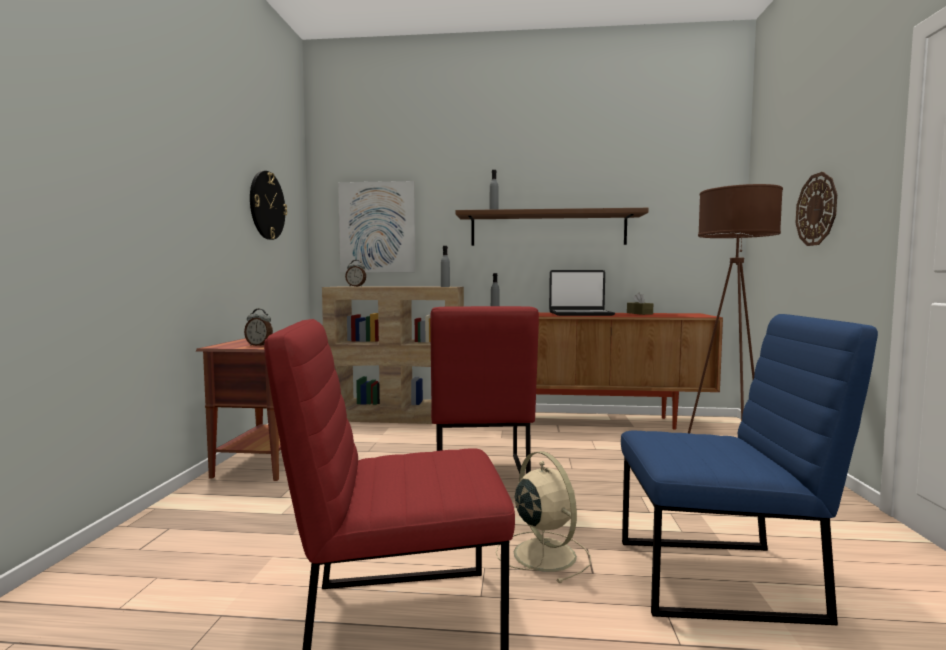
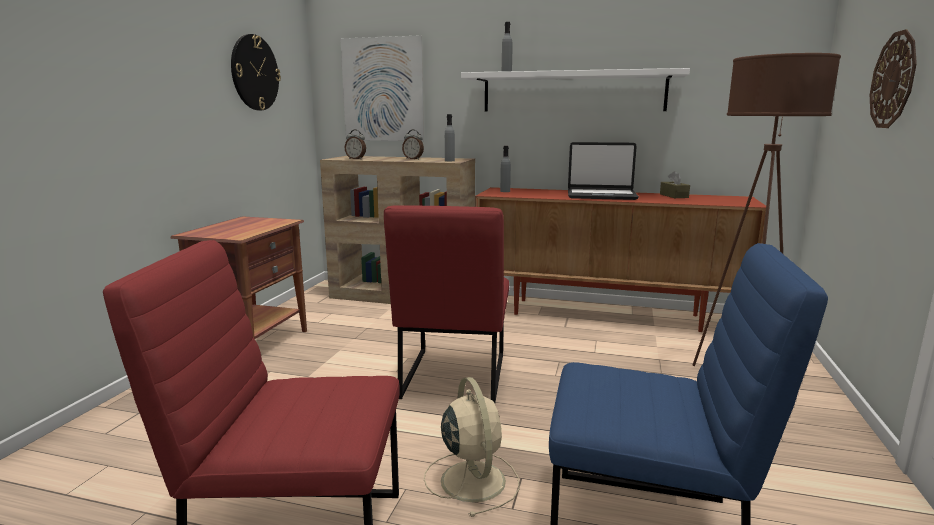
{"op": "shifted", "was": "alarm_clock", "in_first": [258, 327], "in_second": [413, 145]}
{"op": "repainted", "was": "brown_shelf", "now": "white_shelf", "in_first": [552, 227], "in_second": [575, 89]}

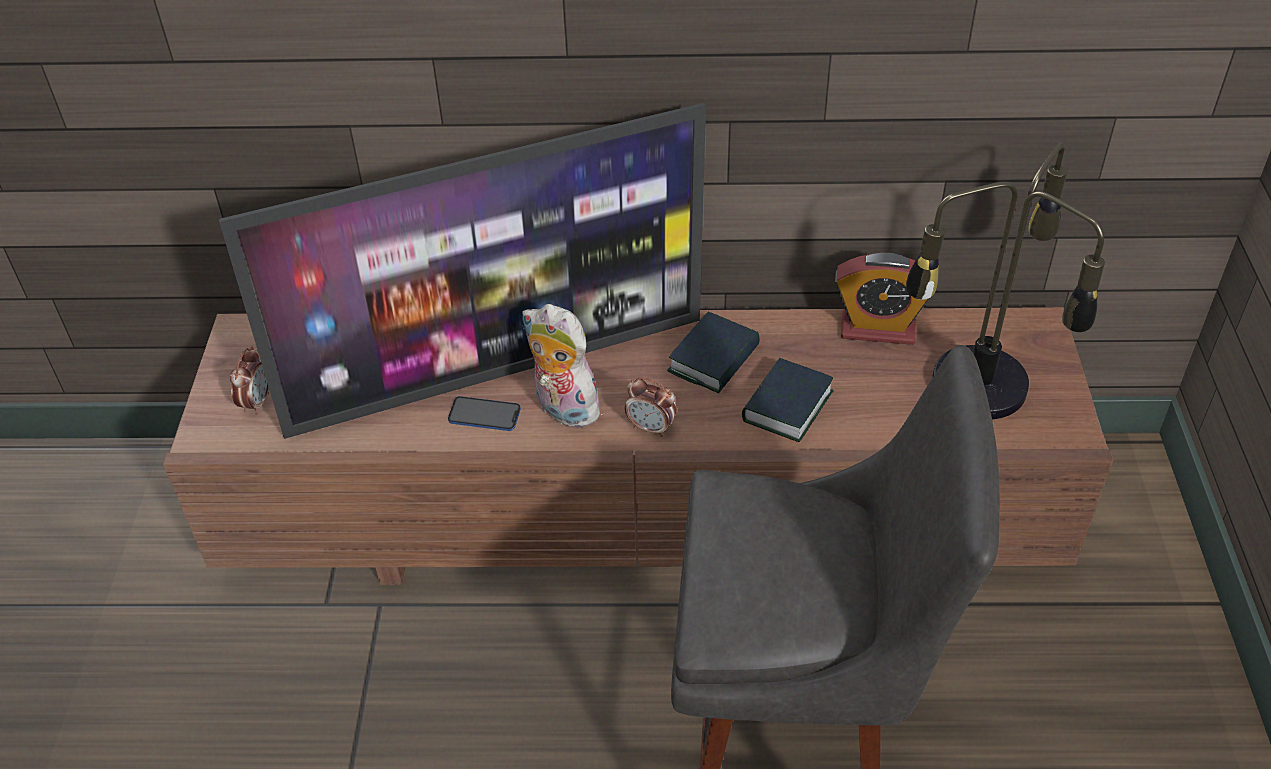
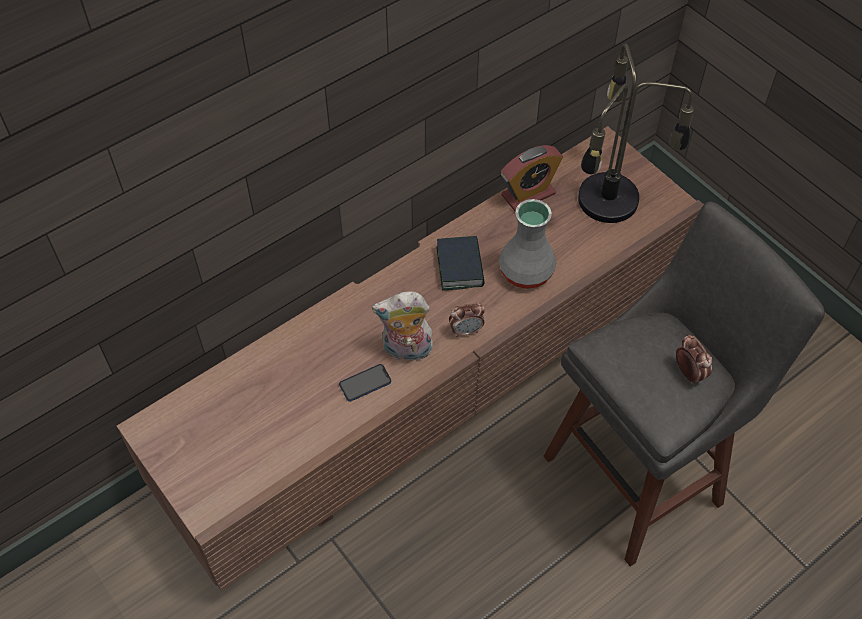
{"op": "gone", "was": "television", "in_first": [462, 271]}
{"op": "shifted", "was": "alarm_clock", "in_first": [249, 380], "in_second": [694, 359]}
{"op": "swapped", "was": "book", "now": "grey_vase", "in_first": [788, 400], "in_second": [527, 244]}

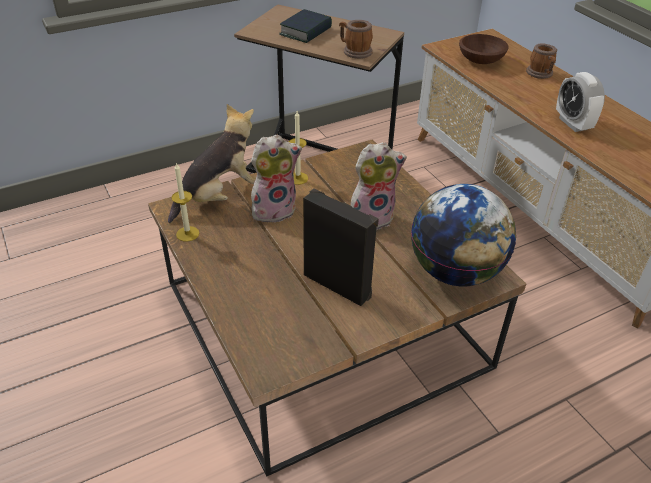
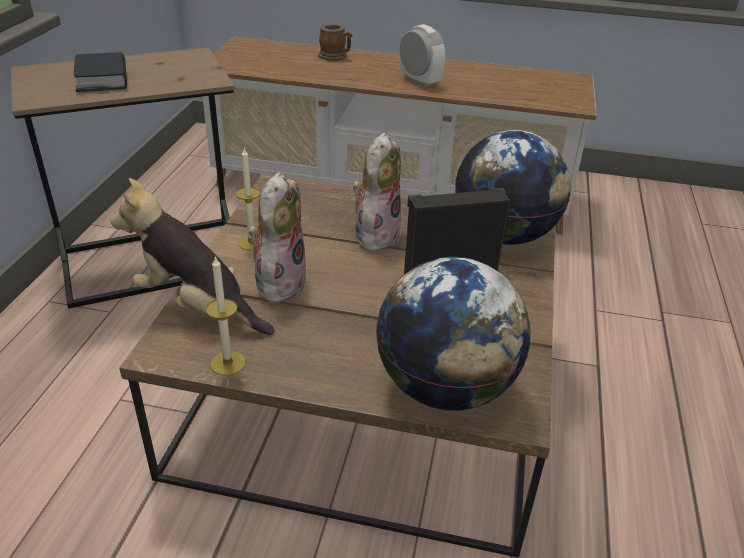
{"op": "gone", "was": "mug", "in_first": [356, 39]}
{"op": "gone", "was": "brown_bowl", "in_first": [484, 49]}
{"op": "new", "now": "globe", "in_second": [453, 334]}
{"op": "rotated", "was": "plush_toy", "in_first": [212, 163], "in_second": [192, 256], "clockwise": -60}
{"op": "rotated", "was": "alarm_clock", "in_first": [580, 102], "in_second": [422, 56], "clockwise": -150}

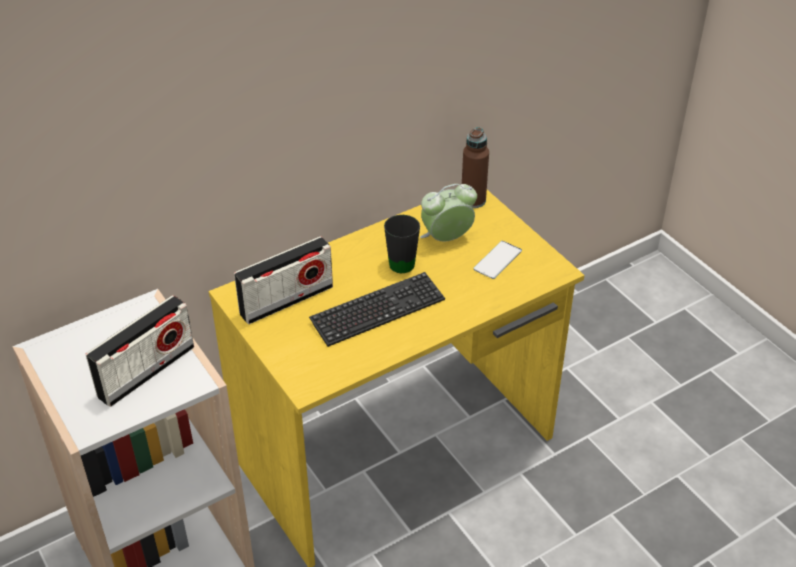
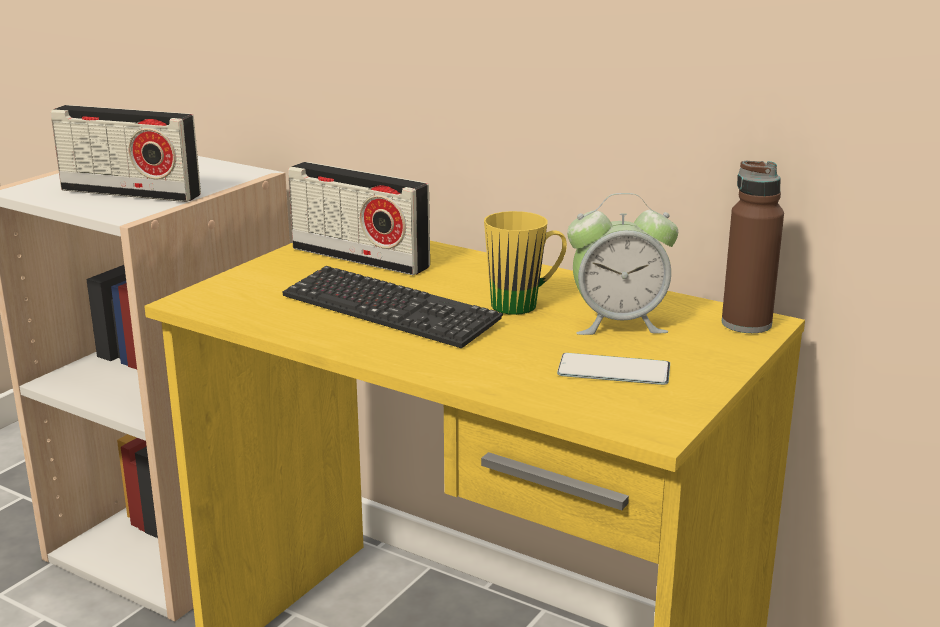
{"op": "repainted", "was": "black_mug", "now": "yellow_mug", "in_first": [402, 244], "in_second": [525, 263]}
{"op": "rotated", "was": "alarm_clock", "in_first": [448, 212], "in_second": [622, 264], "clockwise": 135}

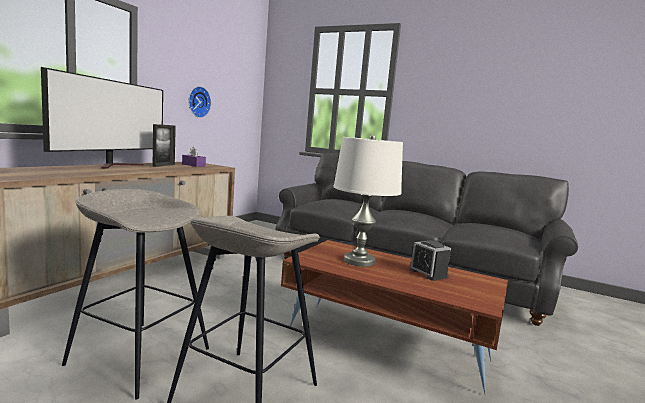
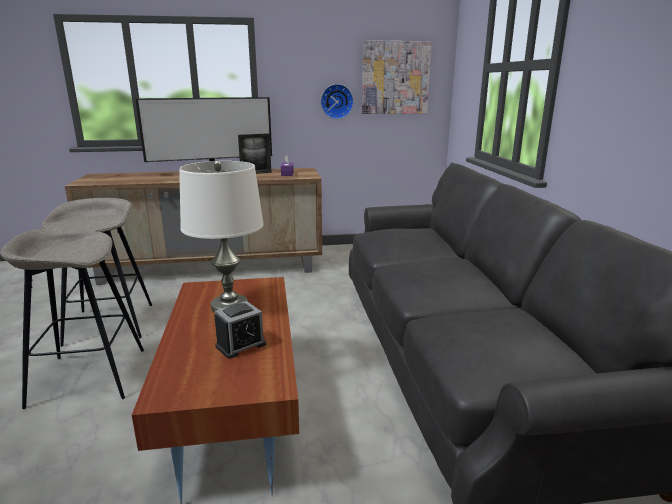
{"op": "new", "now": "picture", "in_second": [397, 77]}
{"op": "rotated", "was": "alarm_clock", "in_first": [430, 261], "in_second": [240, 330], "clockwise": -150}

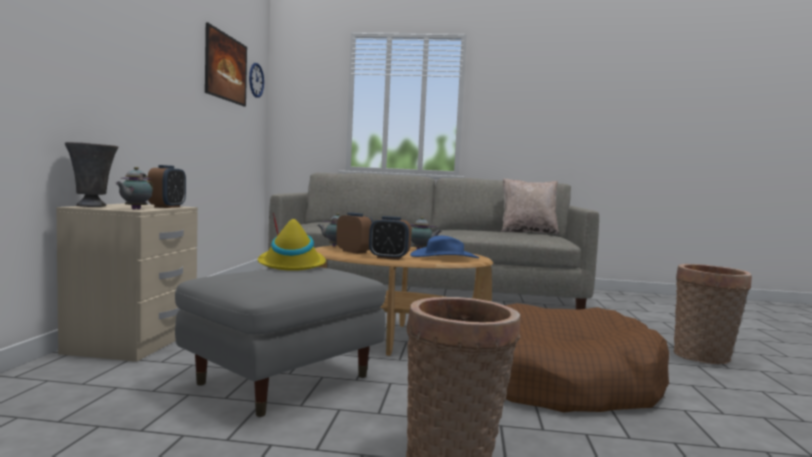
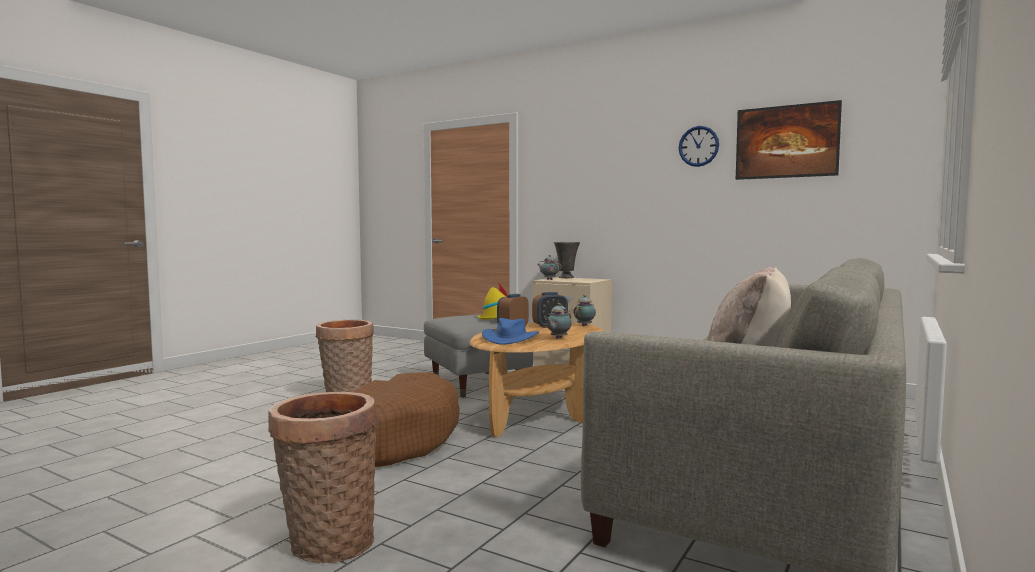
{"op": "gone", "was": "alarm_clock", "in_first": [166, 186]}
{"op": "shifted", "was": "wall_clock", "in_first": [256, 80], "in_second": [699, 146]}

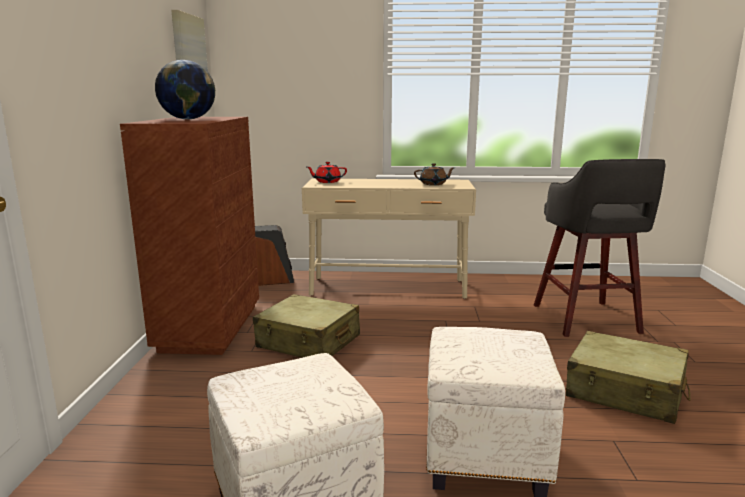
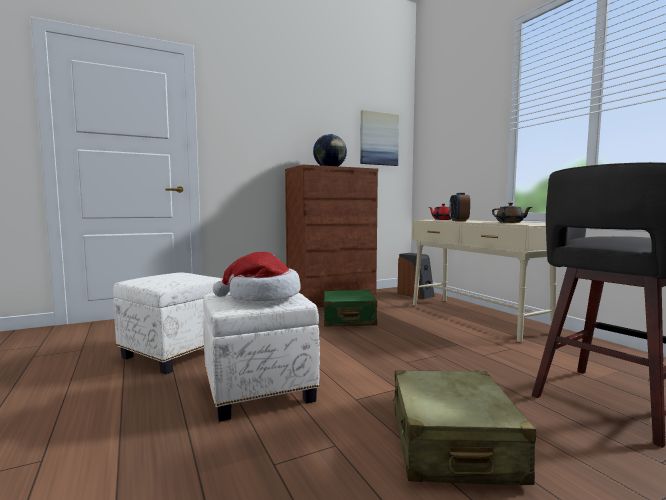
{"op": "new", "now": "hat", "in_second": [257, 276]}
{"op": "new", "now": "alarm_clock", "in_second": [459, 207]}
{"op": "repainted", "was": "beige_suitcase", "now": "green_suitcase", "in_first": [306, 326], "in_second": [349, 308]}

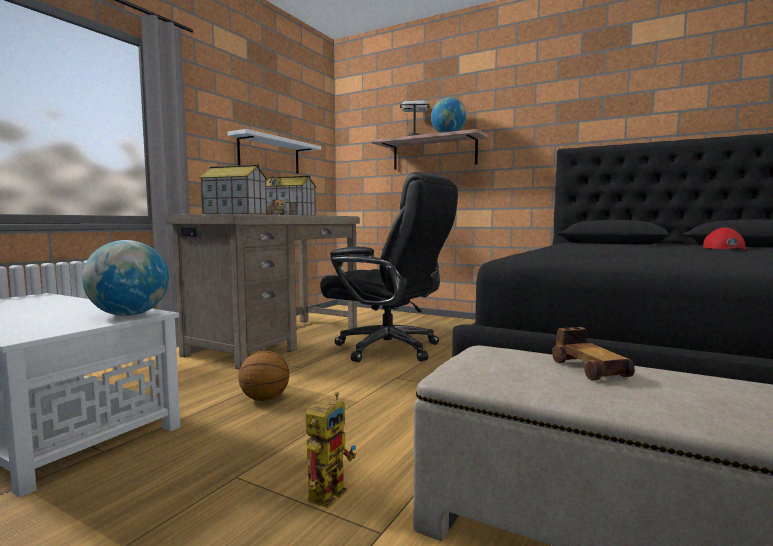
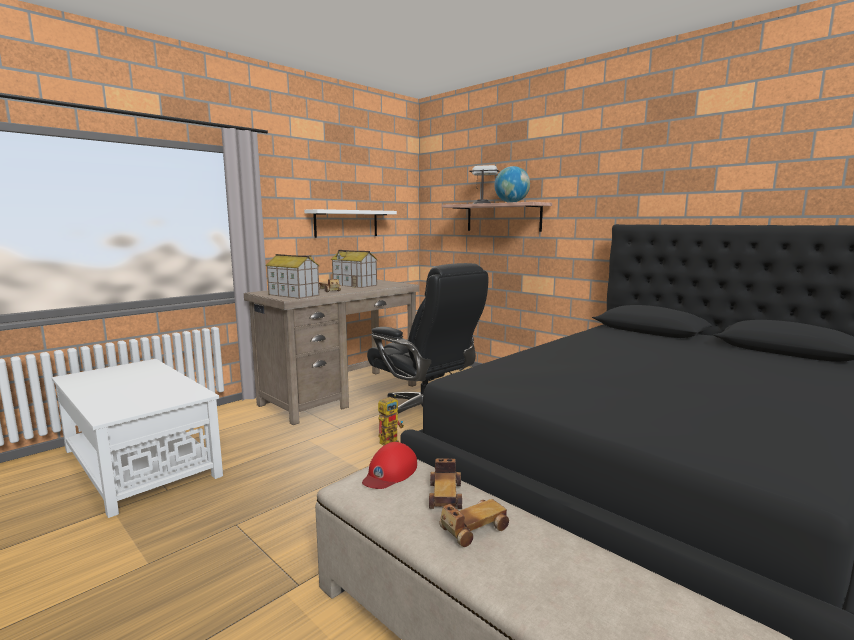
{"op": "gone", "was": "globe", "in_first": [125, 278]}
{"op": "gone", "was": "basketball", "in_first": [264, 376]}
{"op": "new", "now": "toy_car", "in_second": [474, 523]}
{"op": "shifted", "was": "toy_robot", "in_first": [331, 450], "in_second": [391, 420]}
{"op": "shifted", "was": "red_cap", "in_first": [725, 238], "in_second": [389, 465]}

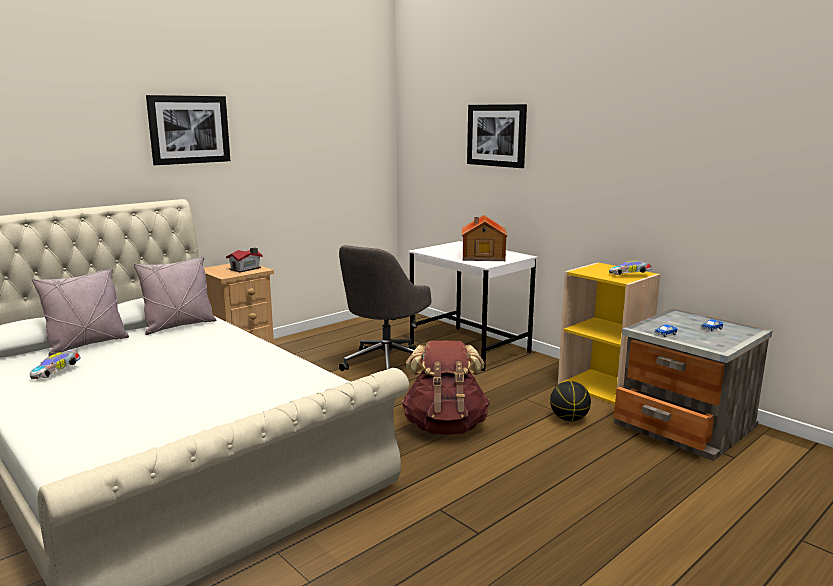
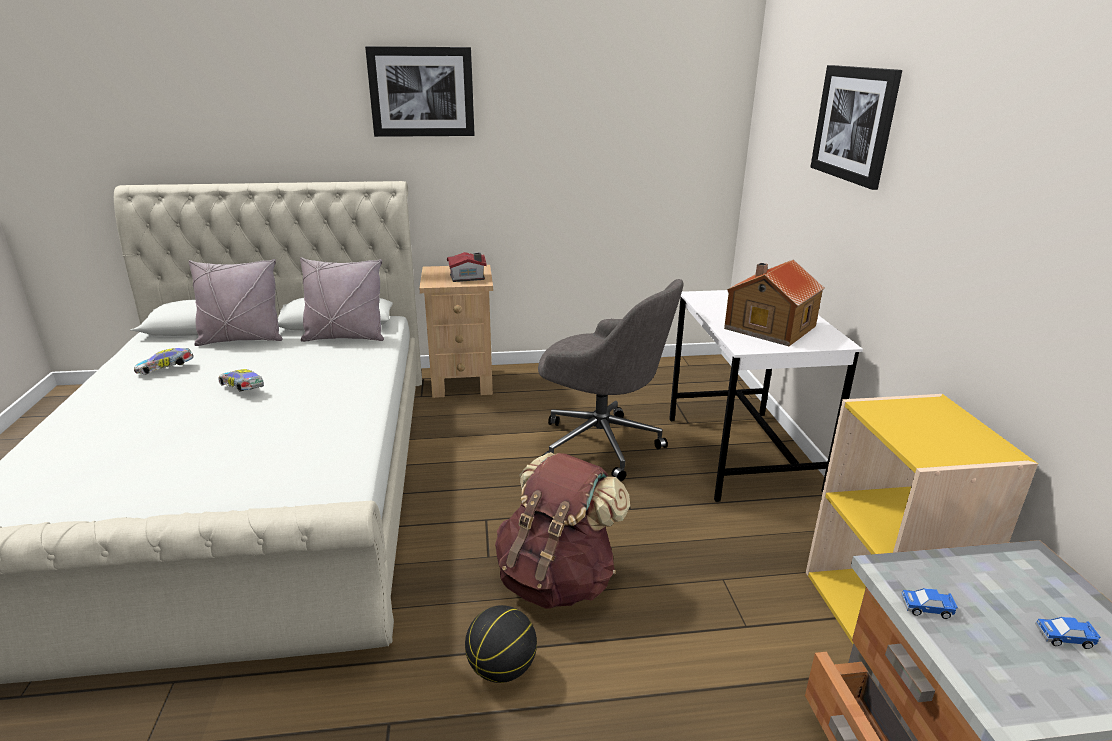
{"op": "shifted", "was": "basketball", "in_first": [570, 401], "in_second": [501, 644]}
{"op": "shifted", "was": "toy_car", "in_first": [630, 267], "in_second": [241, 380]}
{"op": "rotated", "was": "grey_office_chair", "in_first": [385, 308], "in_second": [610, 380], "clockwise": -120}

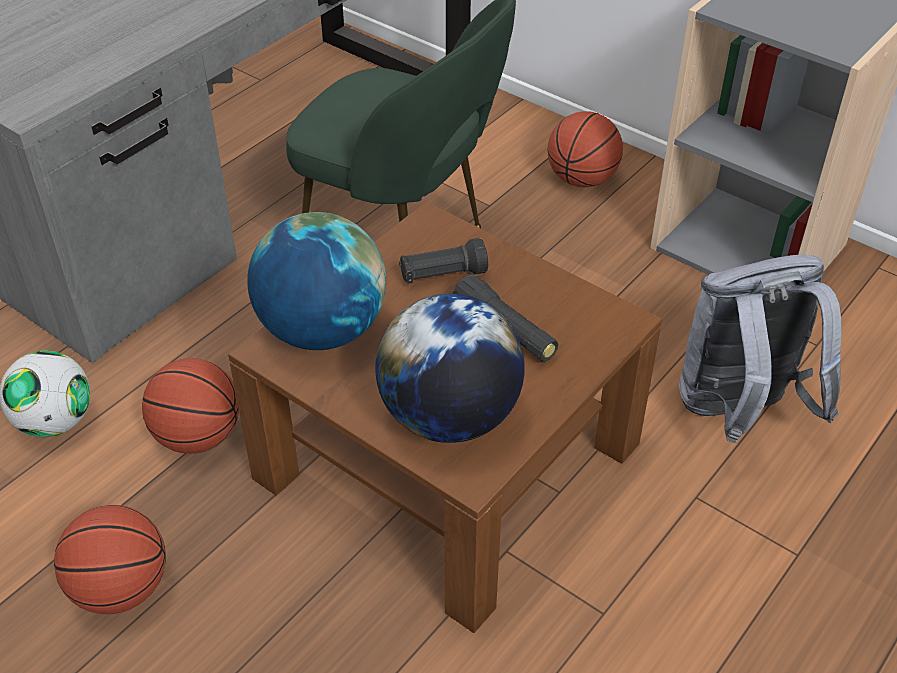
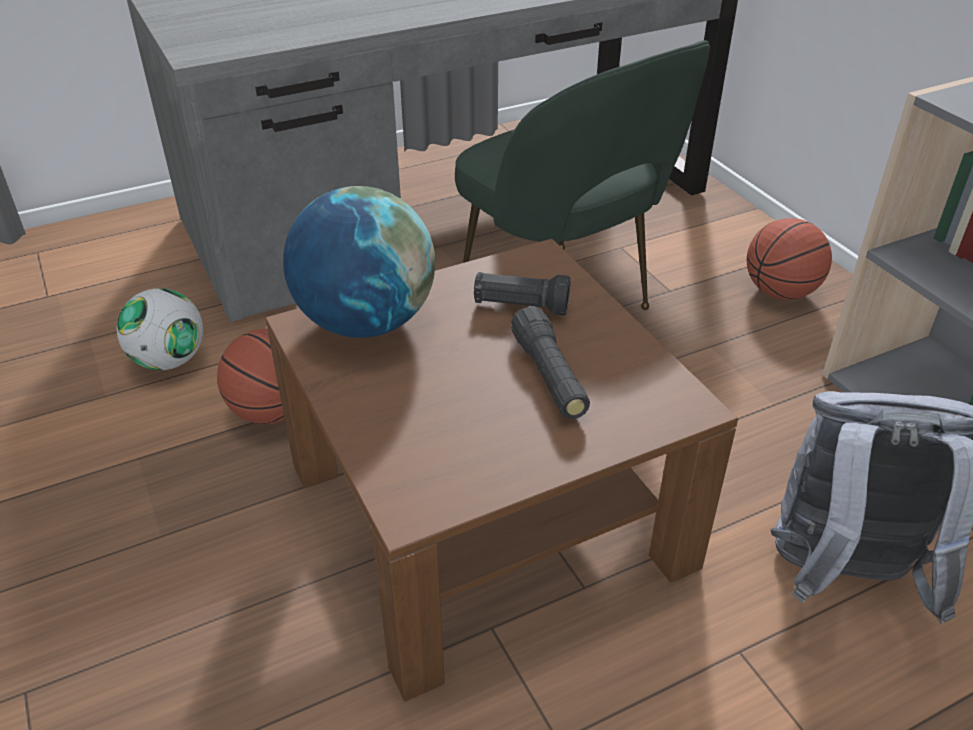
{"op": "gone", "was": "basketball", "in_first": [110, 559]}
{"op": "gone", "was": "globe", "in_first": [450, 368]}

